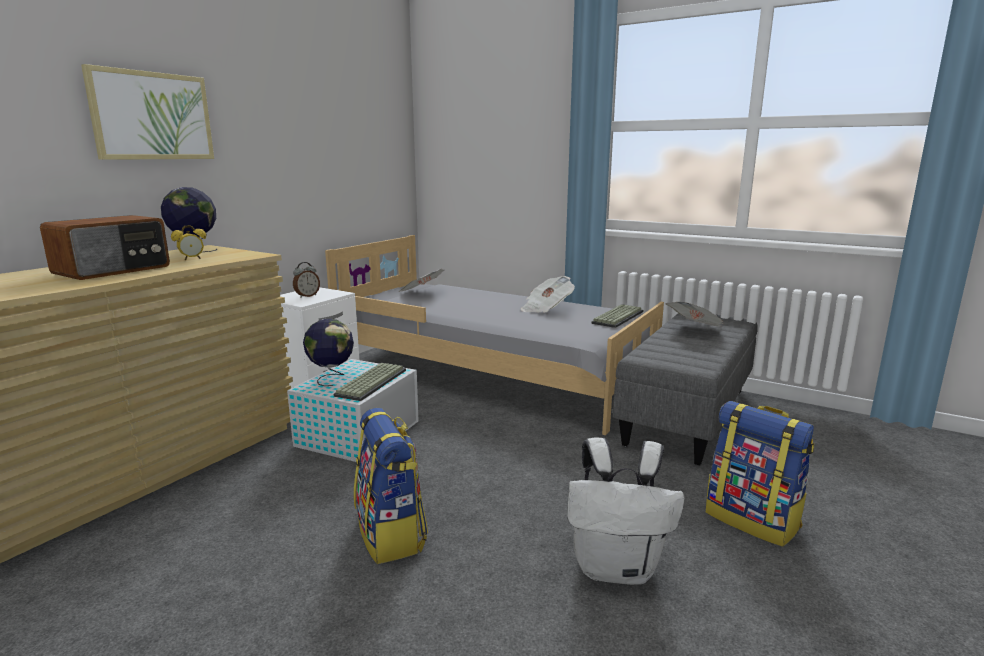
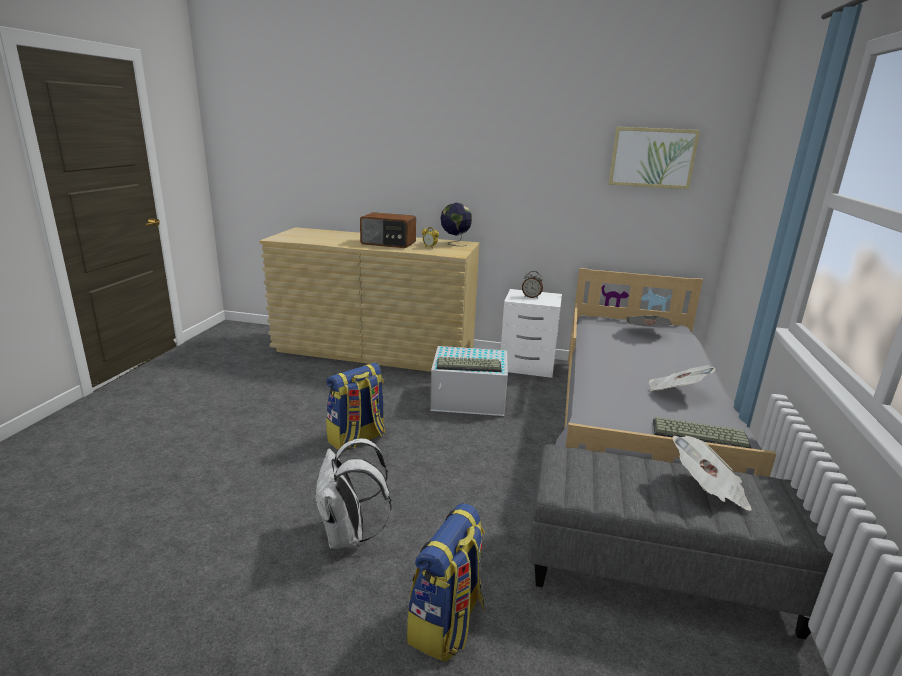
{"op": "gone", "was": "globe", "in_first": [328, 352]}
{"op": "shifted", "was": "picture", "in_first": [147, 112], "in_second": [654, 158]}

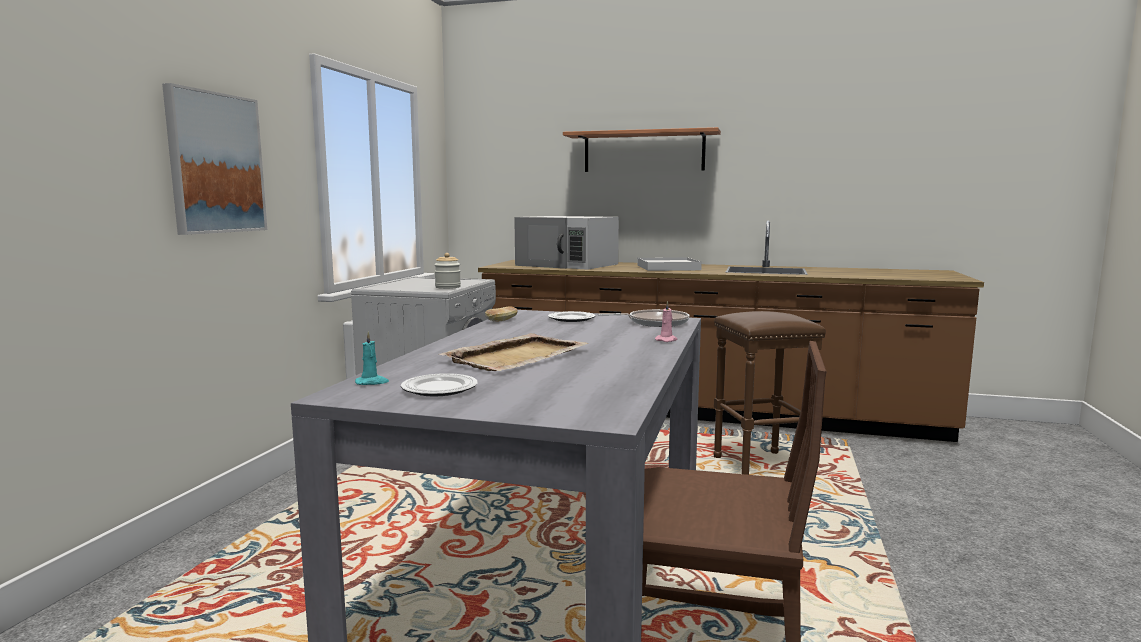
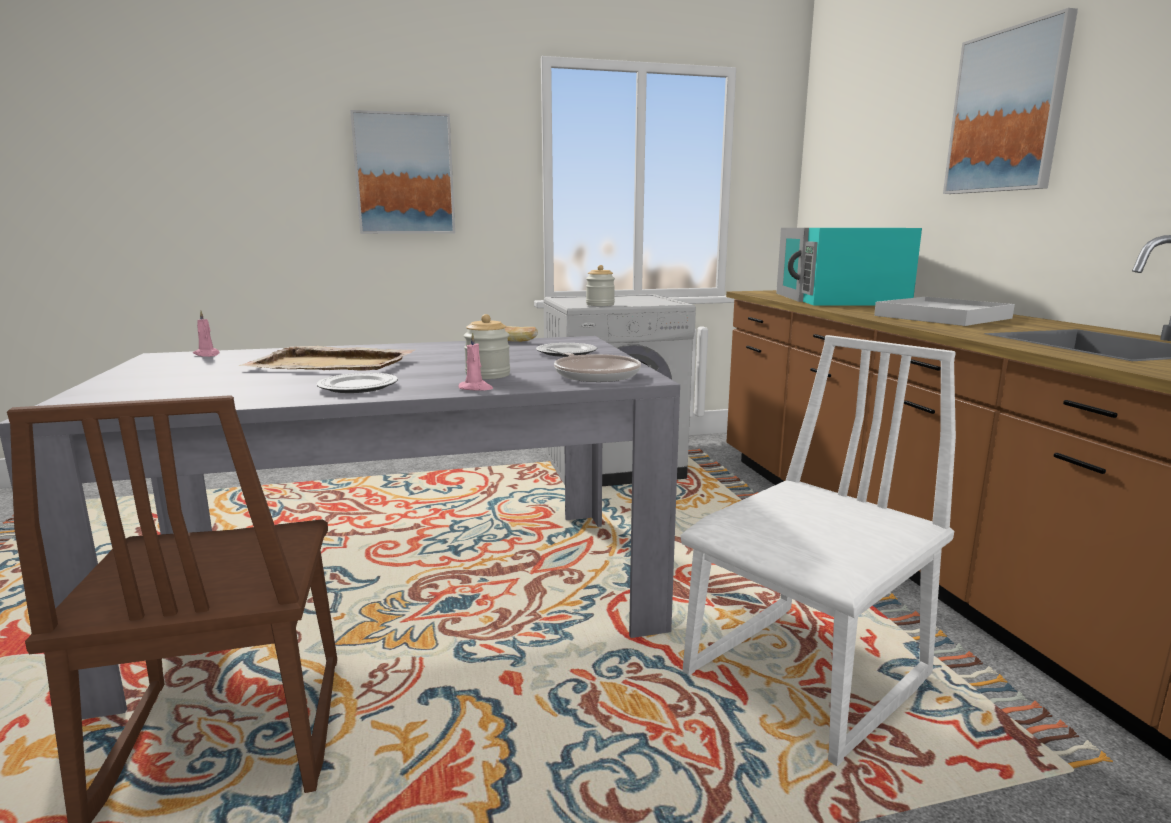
{"op": "new", "now": "jar", "in_second": [487, 346]}
{"op": "shifted", "was": "plate", "in_first": [439, 385], "in_second": [357, 383]}
{"op": "swapped", "was": "shelf", "now": "picture", "in_first": [642, 149], "in_second": [1010, 101]}
{"op": "swapped", "was": "brown_stool", "now": "white_chair", "in_first": [770, 393], "in_second": [818, 550]}
{"op": "repainted", "was": "turquoise_candle", "now": "pink_candle", "in_first": [372, 358], "in_second": [206, 334]}
{"op": "repainted", "was": "white_microwave", "now": "turquoise_microwave", "in_first": [566, 243], "in_second": [849, 267]}

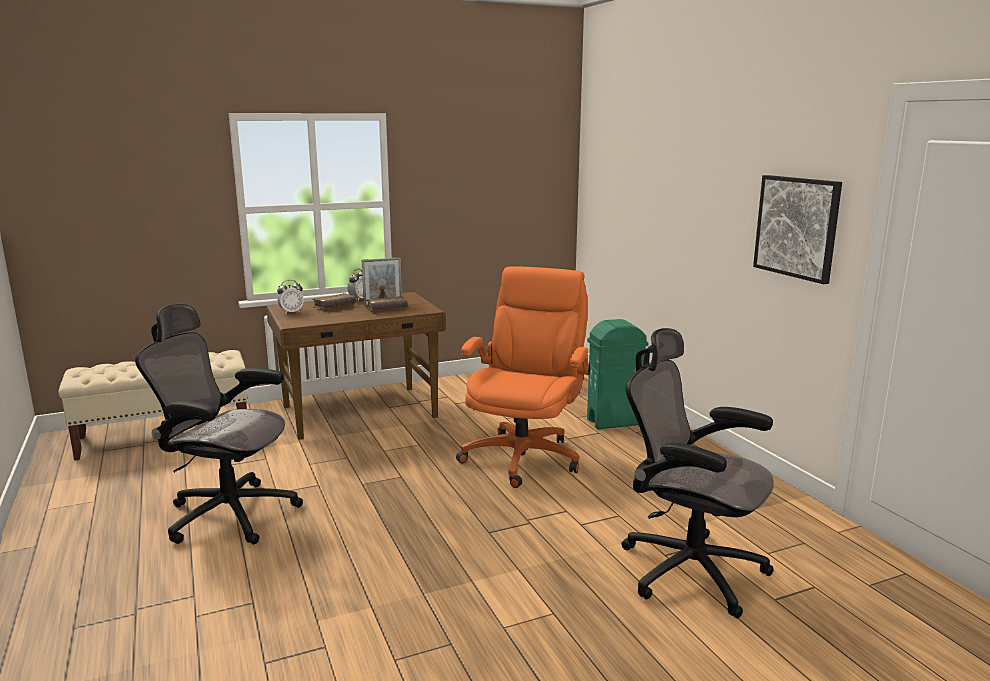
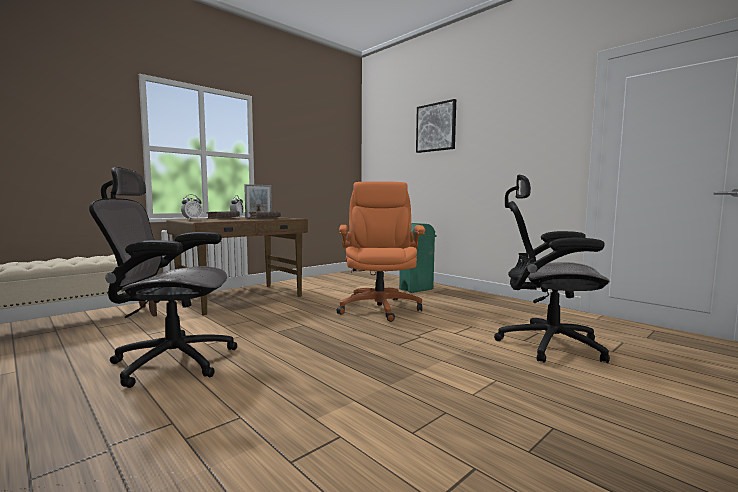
{"op": "shifted", "was": "picture", "in_first": [797, 229], "in_second": [436, 126]}

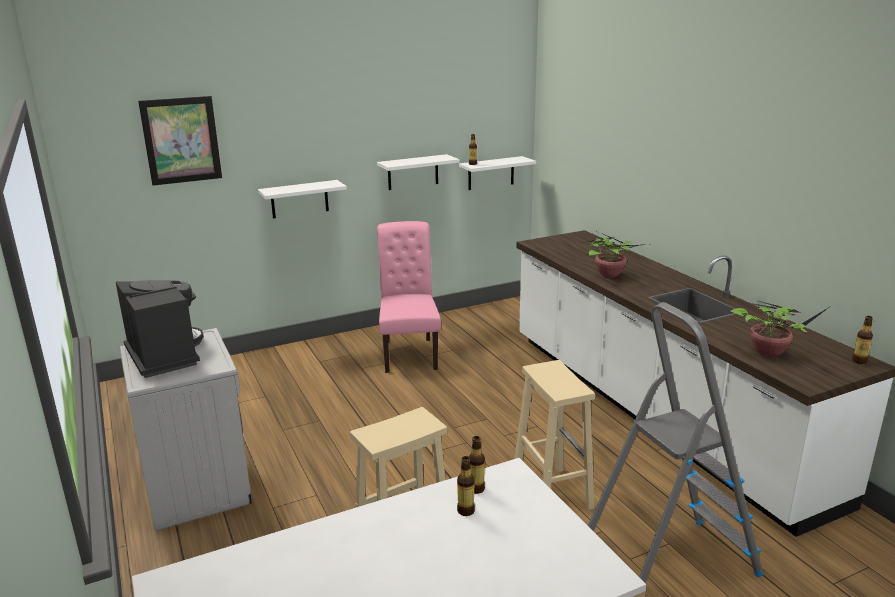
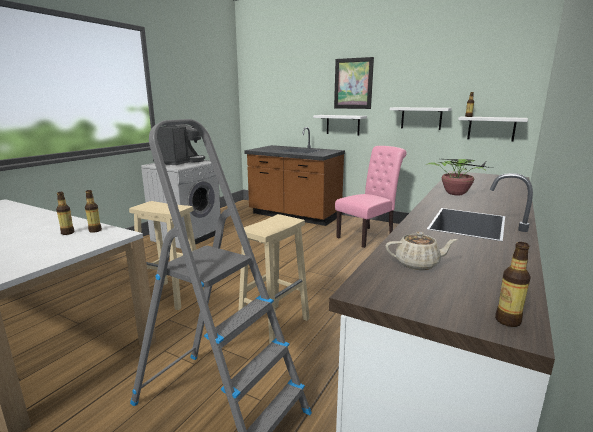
{"op": "new", "now": "brown_counter", "in_second": [294, 176]}
{"op": "shifted", "was": "picture", "in_first": [180, 141], "in_second": [354, 83]}
{"op": "swapped", "was": "potted_plant", "now": "beige_teapot", "in_first": [779, 329], "in_second": [422, 251]}

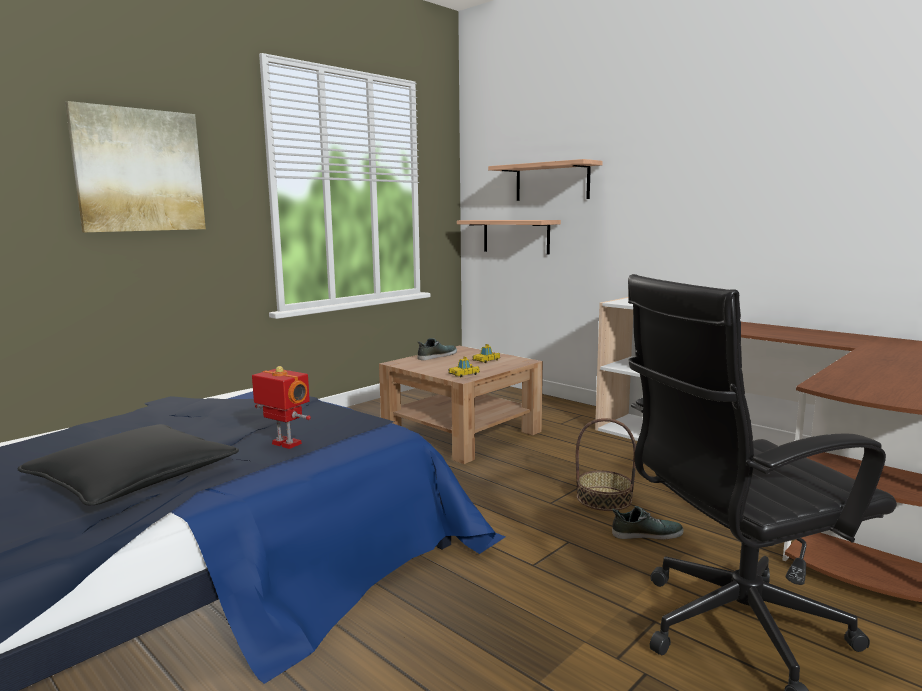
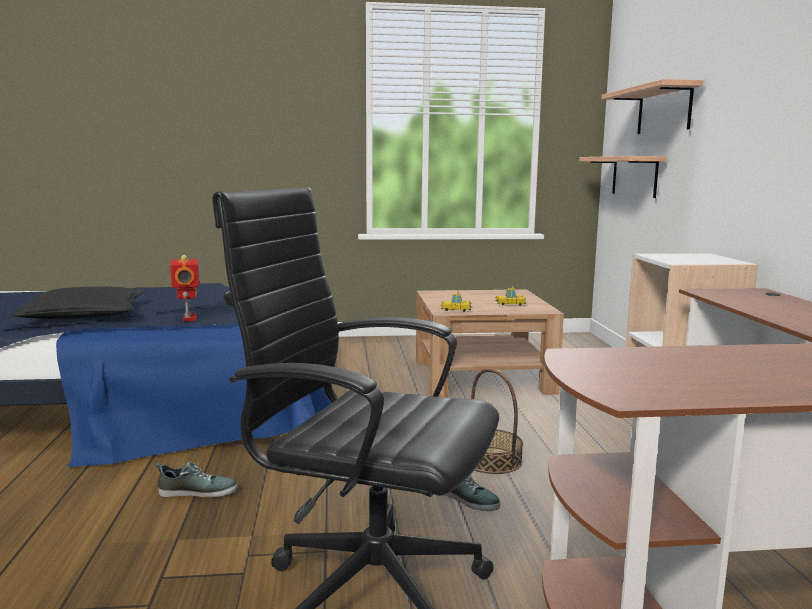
{"op": "gone", "was": "picture", "in_first": [135, 166]}
{"op": "shifted", "was": "shoe", "in_first": [437, 349], "in_second": [197, 479]}

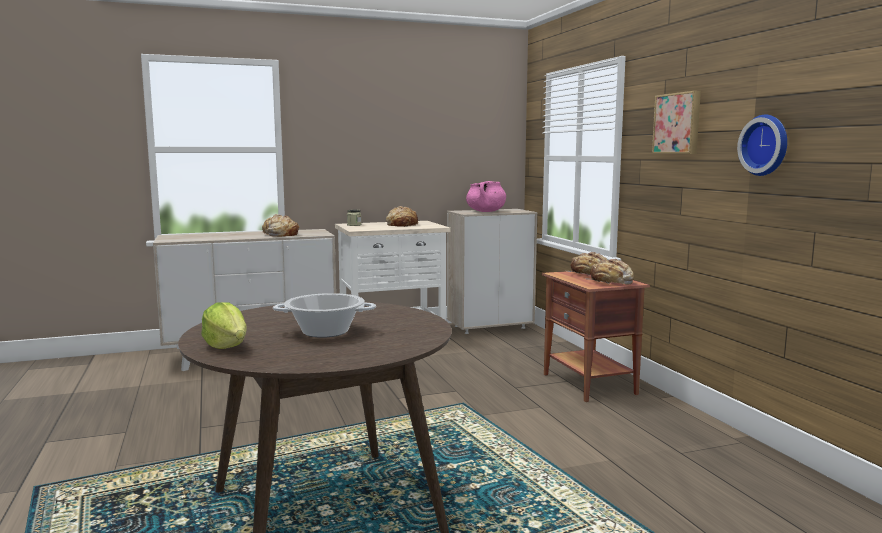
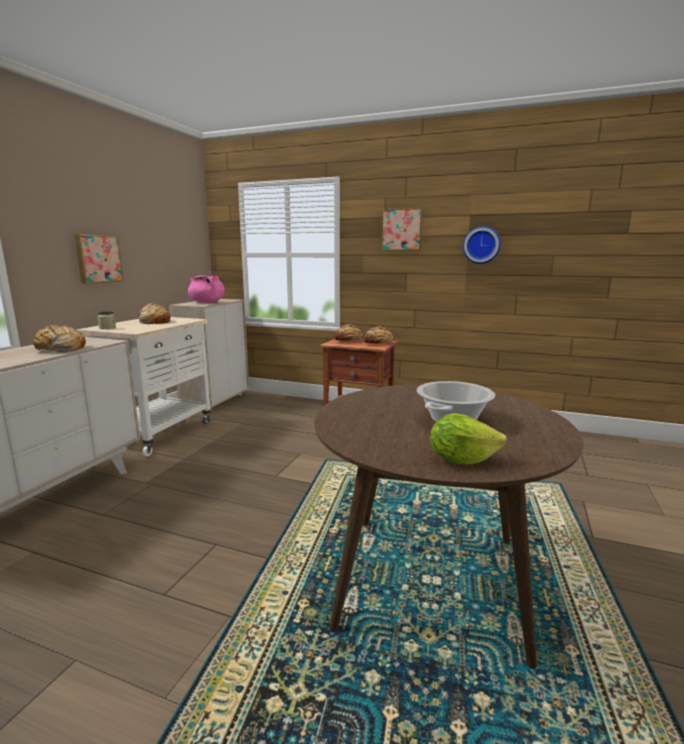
{"op": "new", "now": "picture", "in_second": [99, 259]}

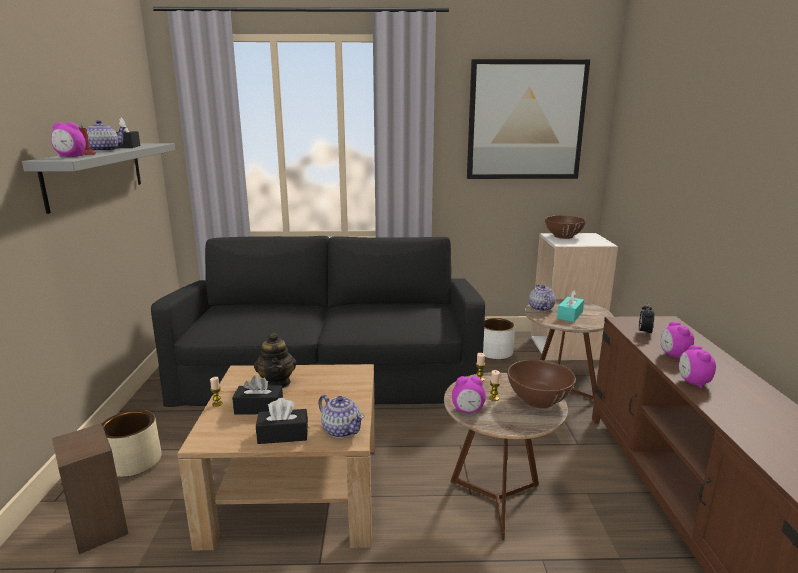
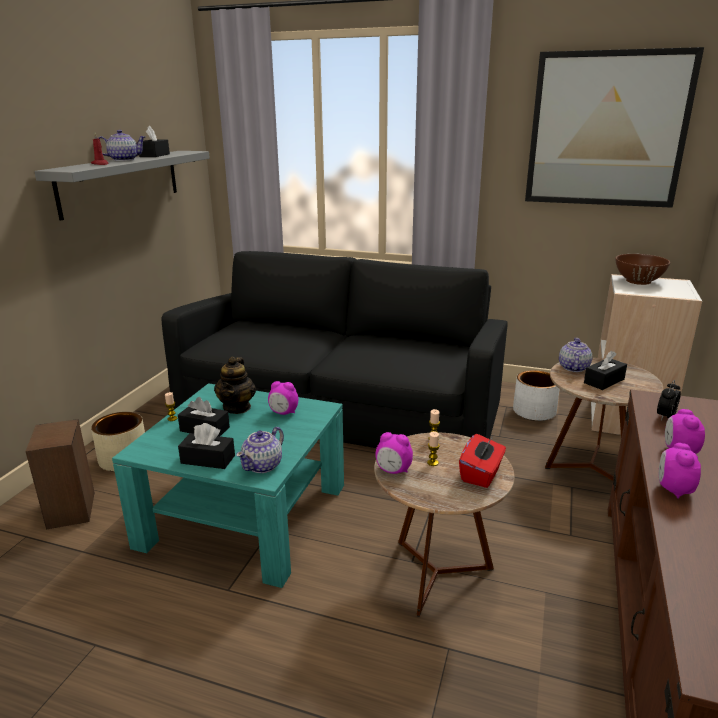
{"op": "shifted", "was": "alarm_clock", "in_first": [68, 139], "in_second": [283, 398]}
{"op": "swapped", "was": "brown_bowl", "now": "red_tissue_box", "in_first": [541, 384], "in_second": [482, 461]}
{"op": "repainted", "was": "brown_coffee_table", "now": "turquoise_coffee_table", "in_first": [276, 457], "in_second": [228, 485]}
{"op": "repainted", "was": "turquoise_tissue_box", "now": "black_tissue_box", "in_first": [570, 306], "in_second": [605, 370]}
{"op": "rotated", "was": "teapot", "in_first": [341, 416], "in_second": [260, 450], "clockwise": 60}

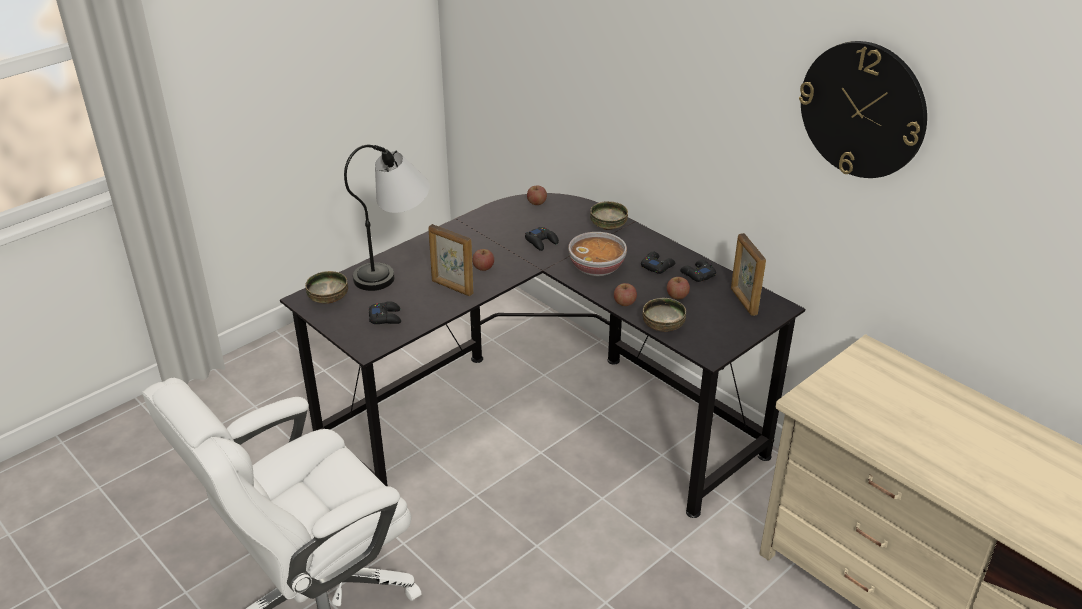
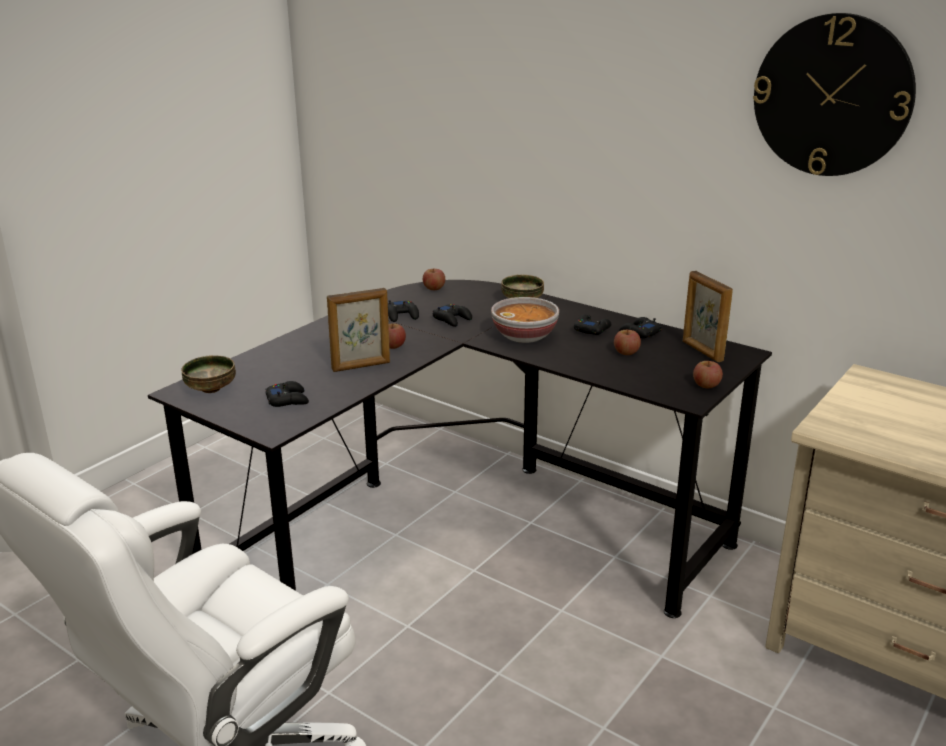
{"op": "gone", "was": "table_lamp", "in_first": [387, 218]}
{"op": "gone", "was": "bowl", "in_first": [664, 315]}
{"op": "new", "now": "black_game_controller", "in_second": [403, 311]}
{"op": "shifted", "was": "apple", "in_first": [625, 294], "in_second": [708, 374]}
{"op": "rotated", "was": "picture_frame", "in_first": [450, 260], "in_second": [358, 330], "clockwise": -45}

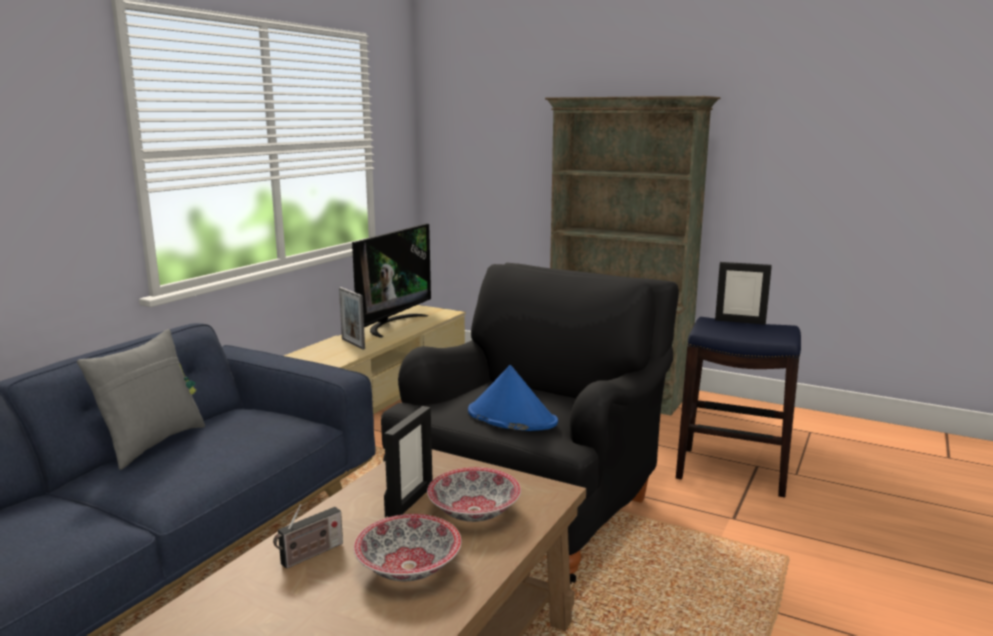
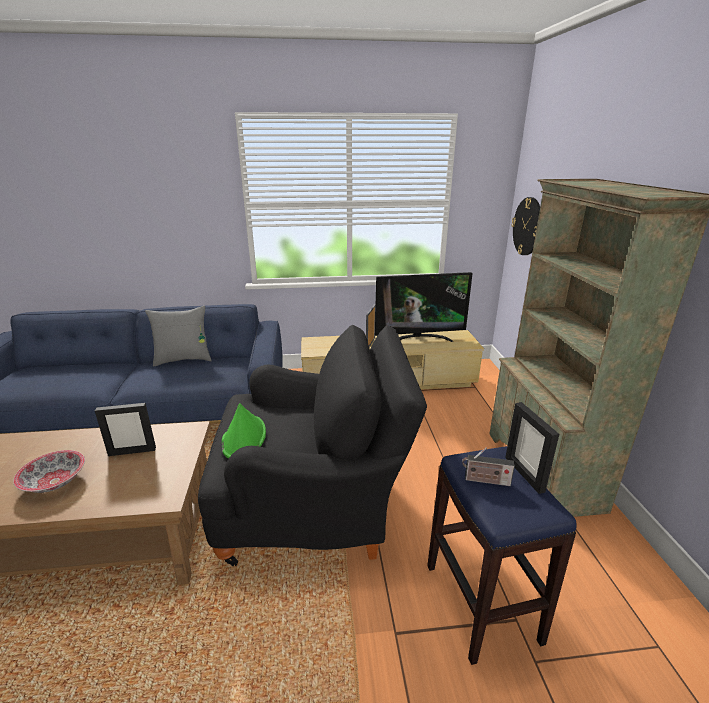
{"op": "gone", "was": "bowl", "in_first": [474, 494]}
{"op": "new", "now": "wall_clock", "in_second": [525, 226]}
{"op": "shifted", "was": "radio", "in_first": [308, 536], "in_second": [488, 466]}
{"op": "repainted", "was": "blue_hat", "now": "green_hat", "in_first": [513, 398], "in_second": [244, 431]}

